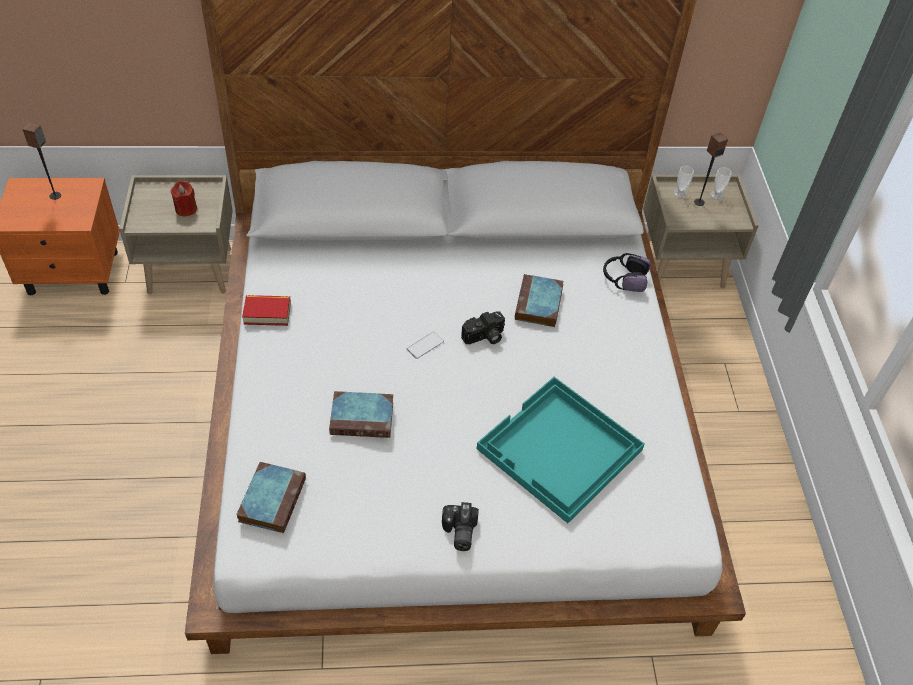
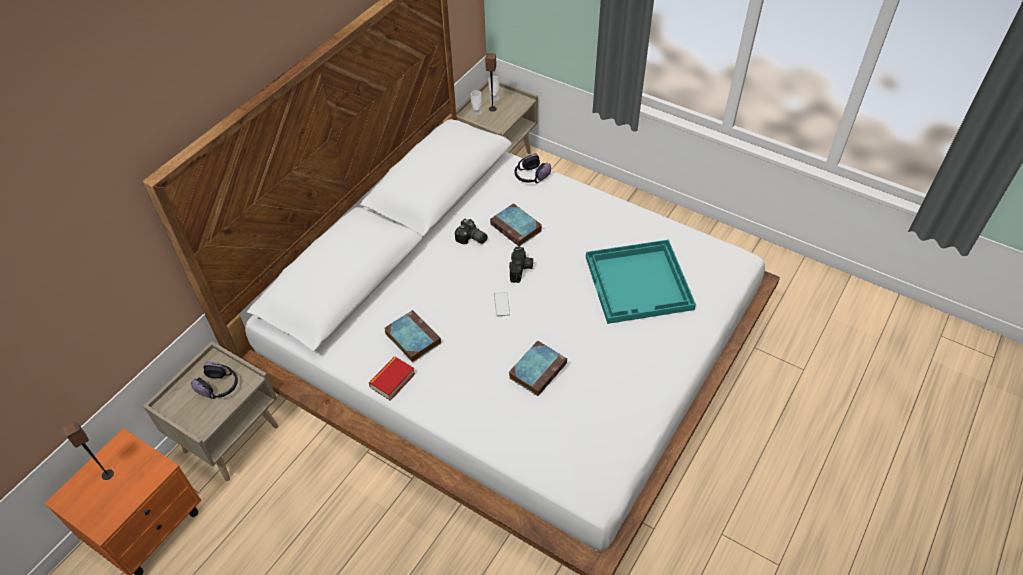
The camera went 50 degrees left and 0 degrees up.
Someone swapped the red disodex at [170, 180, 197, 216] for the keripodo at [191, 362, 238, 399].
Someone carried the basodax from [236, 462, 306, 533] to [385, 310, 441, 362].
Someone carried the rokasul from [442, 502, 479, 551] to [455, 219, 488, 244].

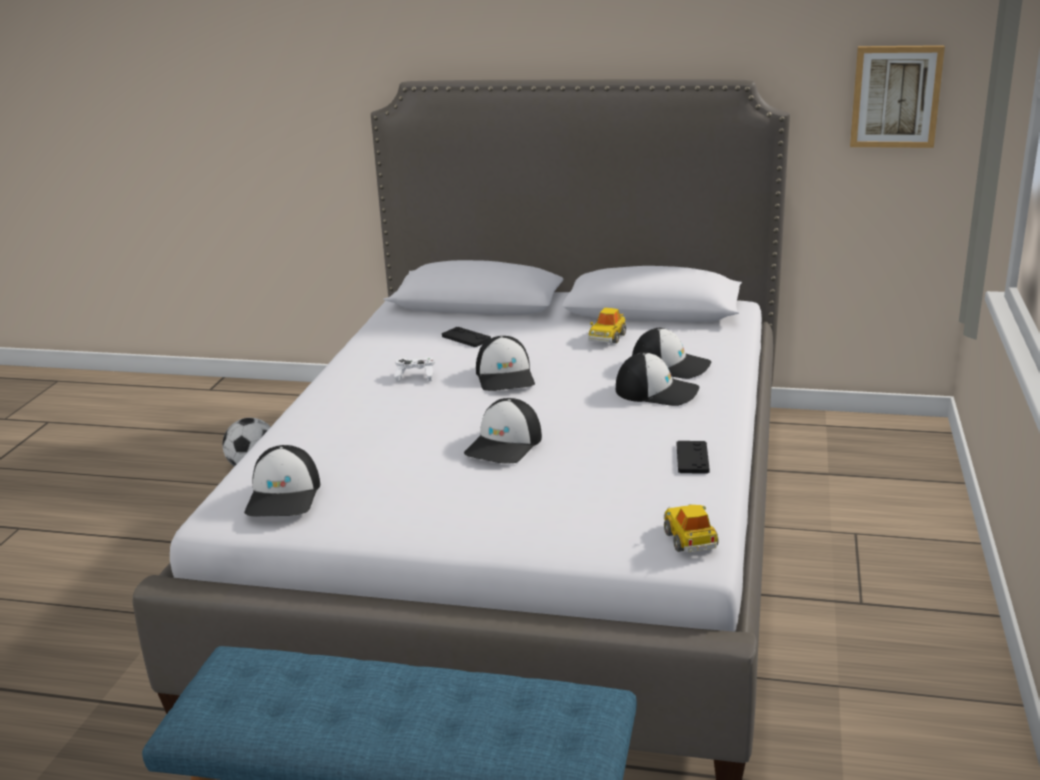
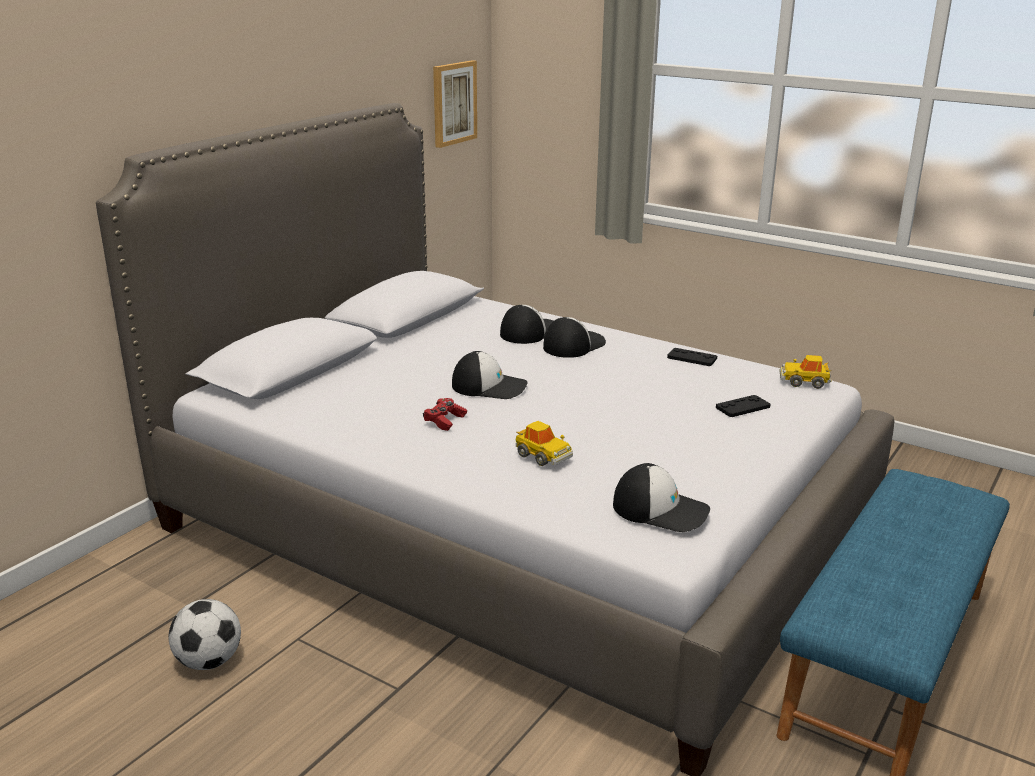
The camera went 70 degrees left and 0 degrees up.
Someone carried the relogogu from [588, 308, 626, 343] to [516, 421, 573, 466].
Someone carried the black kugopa from [442, 327, 491, 347] to [716, 395, 771, 417].
Someone repainted the white kugopa at [394, 357, 435, 382], which became the red kugopa at [423, 398, 467, 431].
Someone took away the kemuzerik at [464, 398, 542, 464].

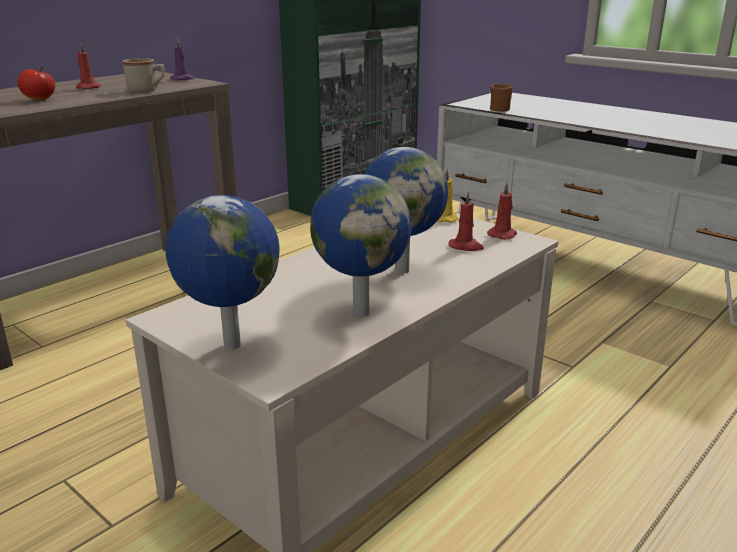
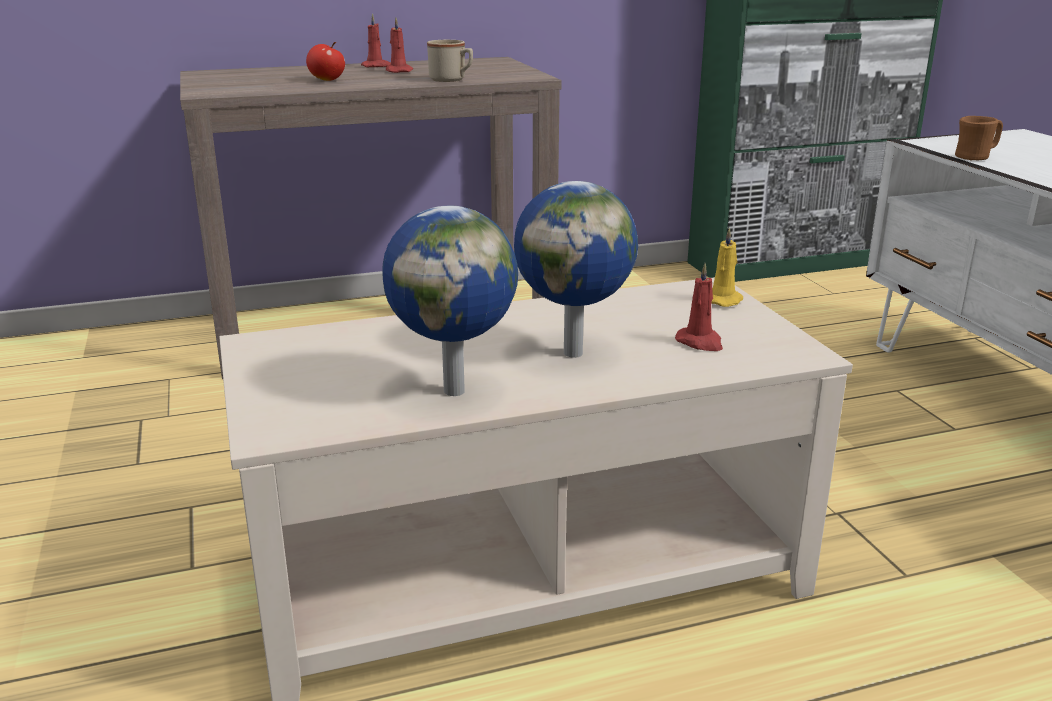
The camera went 30 degrees right and 0 degrees up.
Someone took away the purple disodex at [170, 37, 194, 80].
Someone carried the red disodex from [487, 183, 517, 240] to [361, 13, 391, 67].
Someone took away the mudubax at [166, 195, 280, 350].

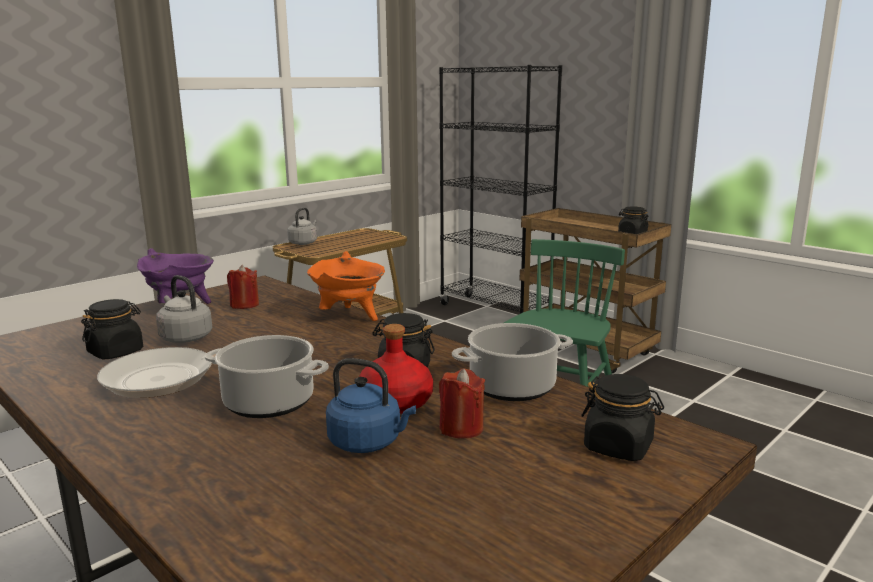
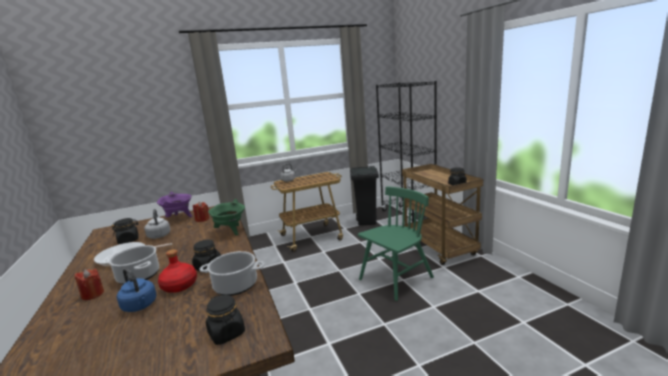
The camera went 25 degrees right and 0 degrees up.
Someone repainted the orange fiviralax at [307, 251, 385, 321], which became the green fiviralax at [208, 199, 245, 236].
Someone carried the red disodex from [439, 369, 485, 438] to [75, 269, 104, 300].
Someone put down the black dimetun at [350, 166, 379, 226].

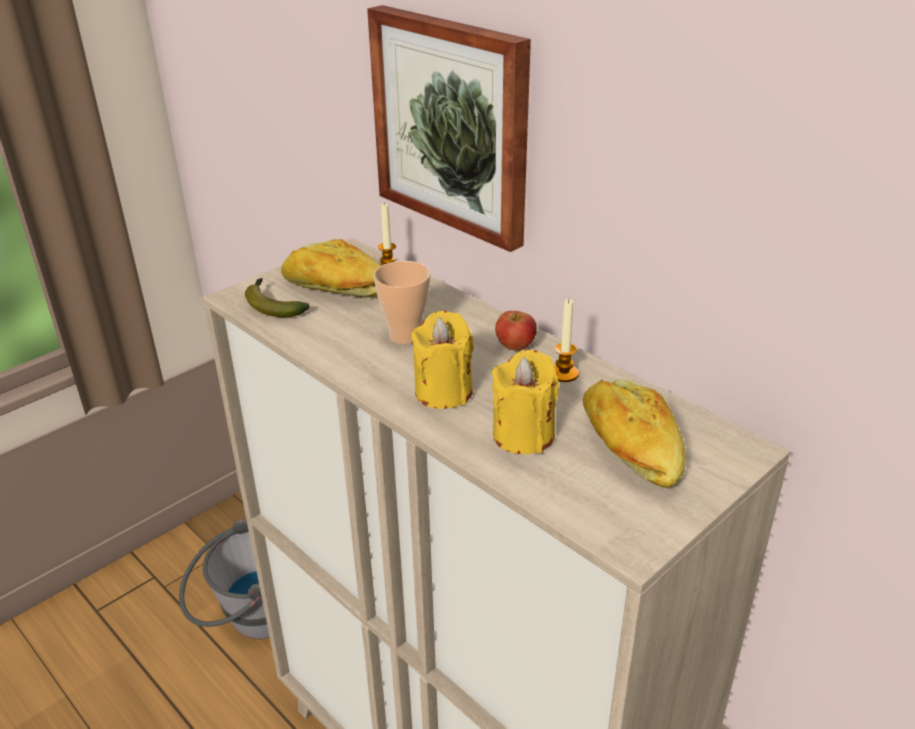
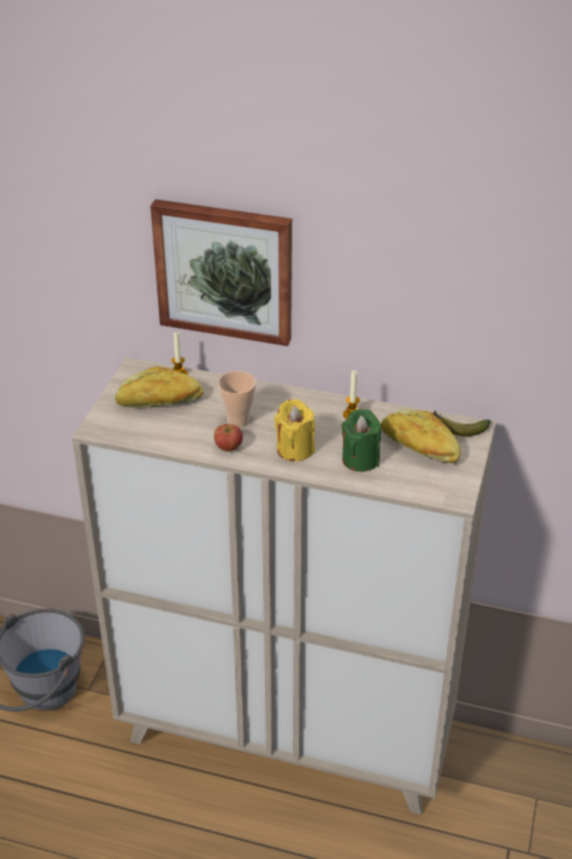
The camera went 30 degrees left and 5 degrees up.
Someone carried the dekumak from [245, 278, 310, 317] to [433, 411, 491, 436].
Someone carried the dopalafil from [495, 311, 537, 351] to [214, 424, 243, 451].
Someone repainted the yellow disodex at [492, 350, 559, 454], which became the green disodex at [342, 409, 381, 472].

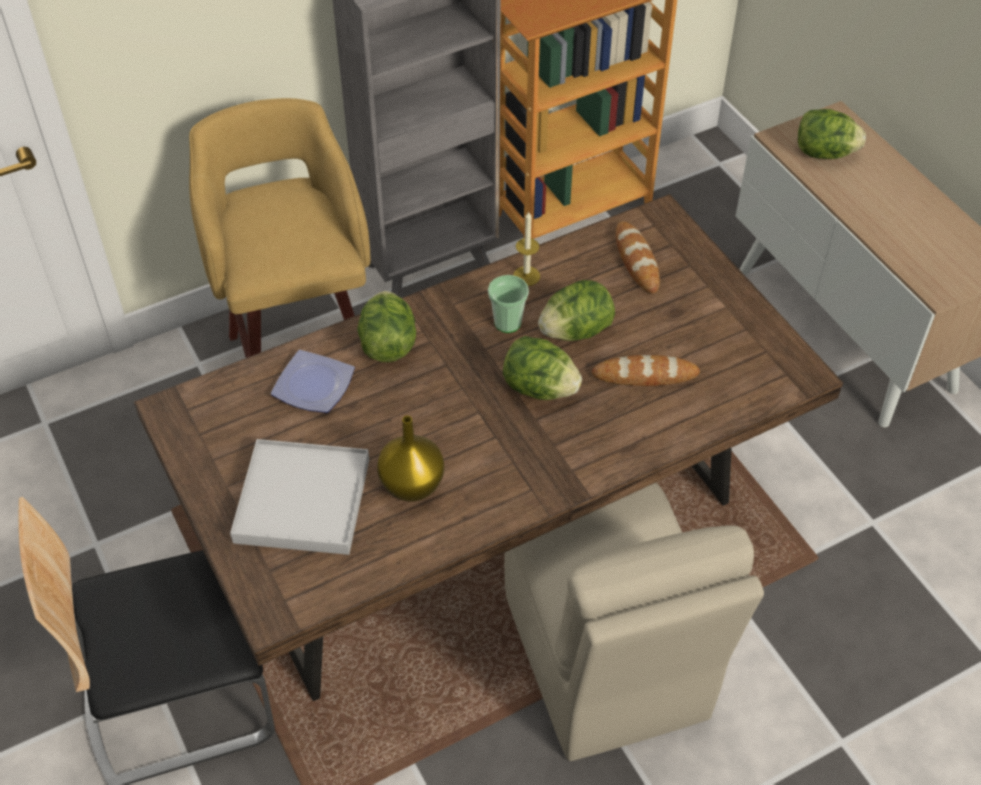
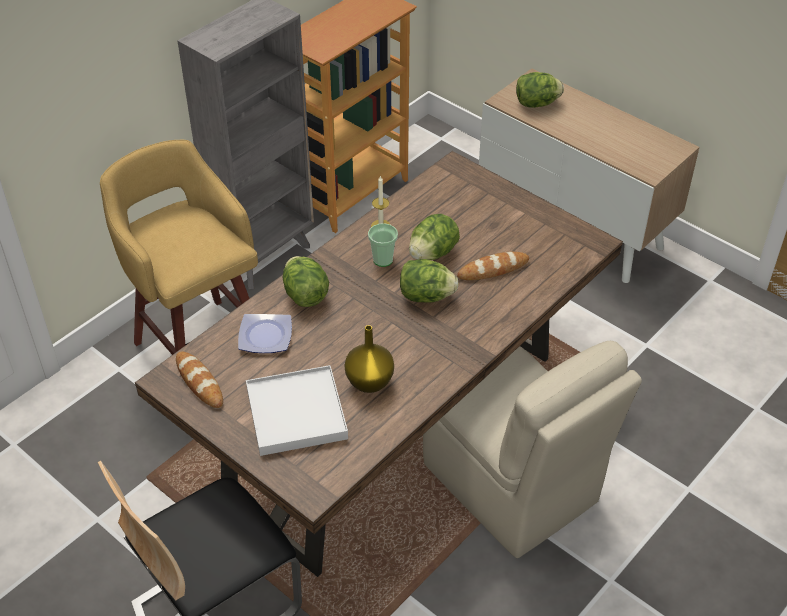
The camera went 20 degrees left and 5 degrees down.
Someone carried the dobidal from [616, 222, 660, 294] to [176, 352, 223, 408].

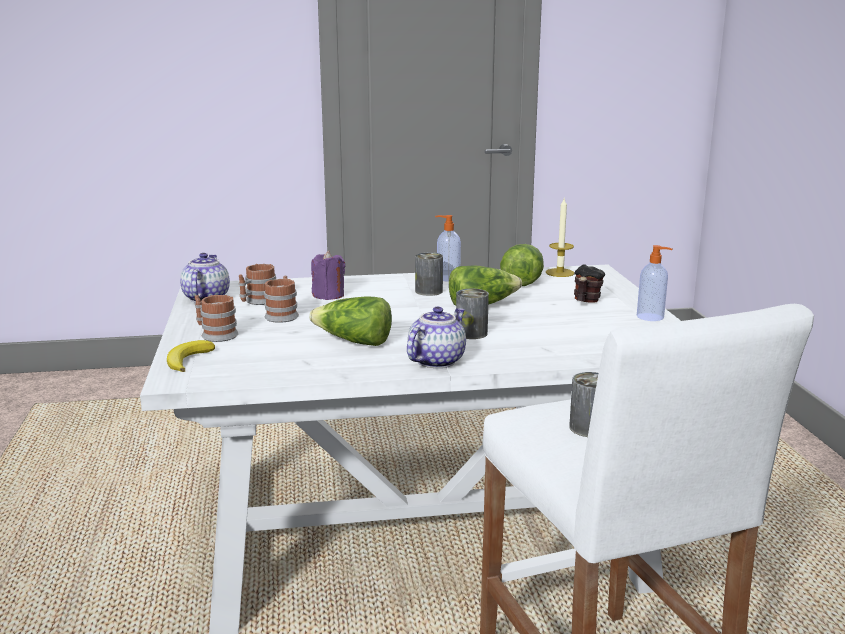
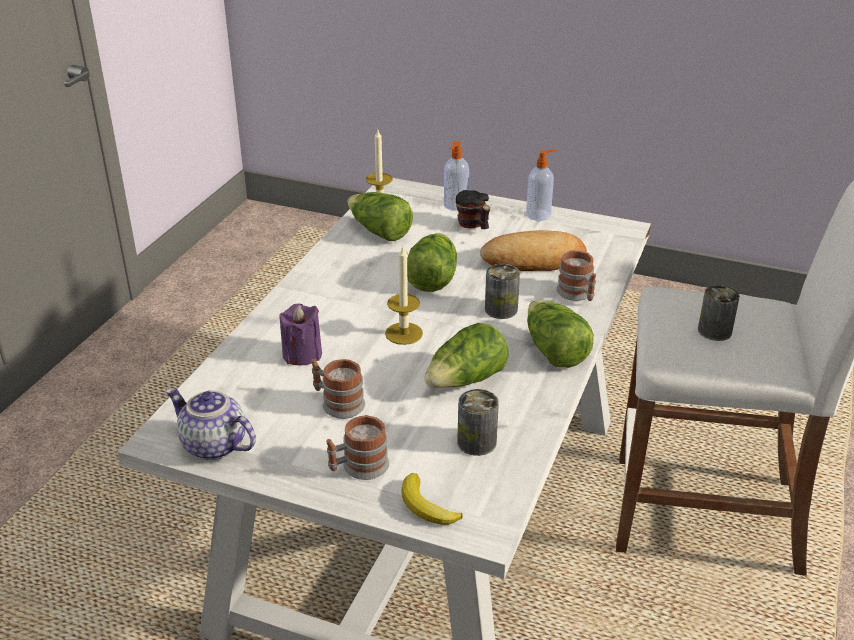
The camera went 60 degrees left and 15 degrees up.
Someone carried the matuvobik from [435, 215, 461, 282] to [444, 141, 469, 211].
Someone carried the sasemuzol from [415, 252, 443, 296] to [457, 389, 499, 456].
Someone carried the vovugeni from [239, 264, 276, 305] to [556, 250, 596, 301].
Someone swapped the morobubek at [407, 307, 466, 368] for the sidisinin at [527, 300, 594, 368].
Someone put down the dobidal at [480, 230, 587, 271].
Someone put down the disodex at [385, 245, 423, 345].

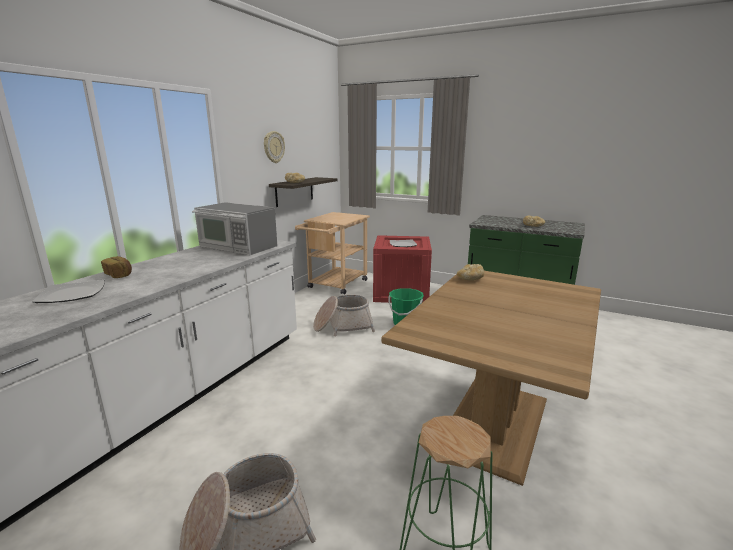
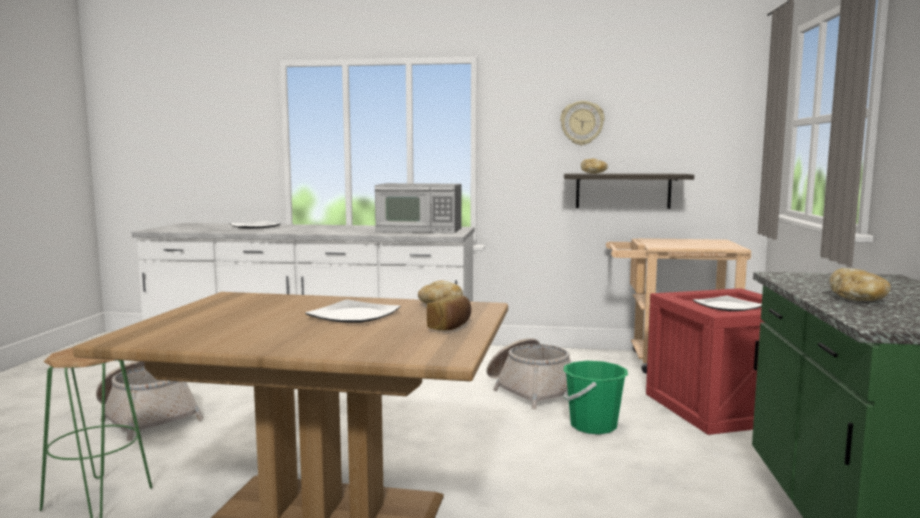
The camera went 70 degrees right and 10 degrees down.
Someone rotated the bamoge at [192, 202, 277, 255] by 90 degrees counterclockwise.
Someone carried the dobidal from [101, 256, 132, 278] to [427, 295, 471, 330].
Someone put down the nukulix at [305, 299, 401, 323].

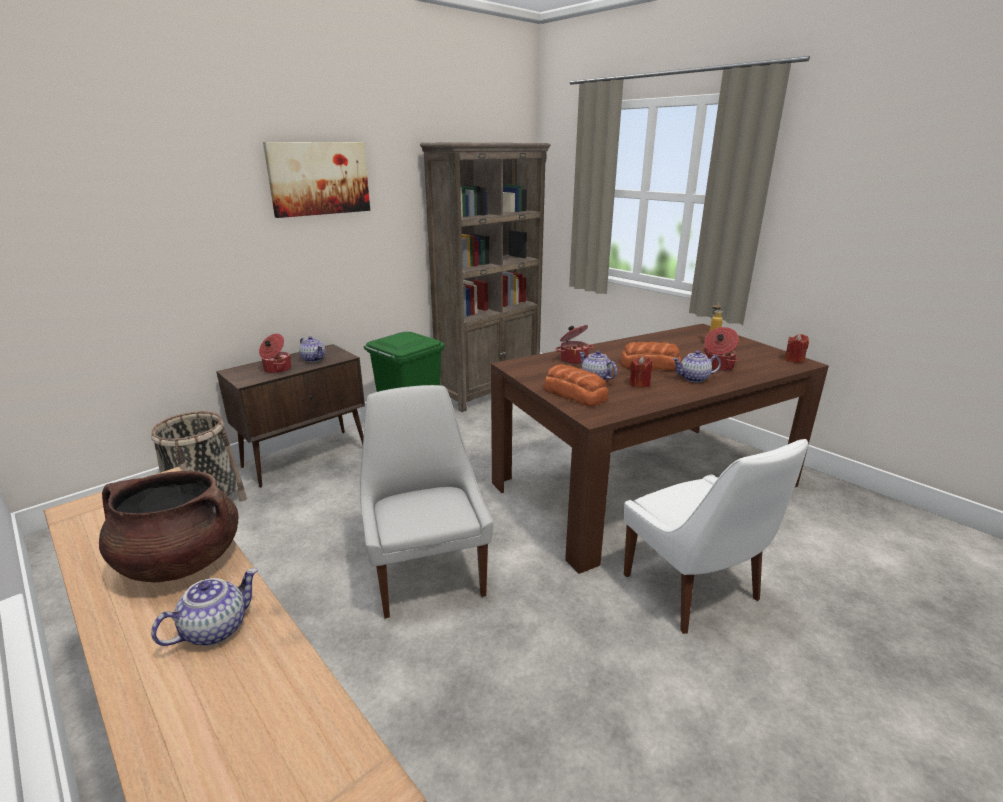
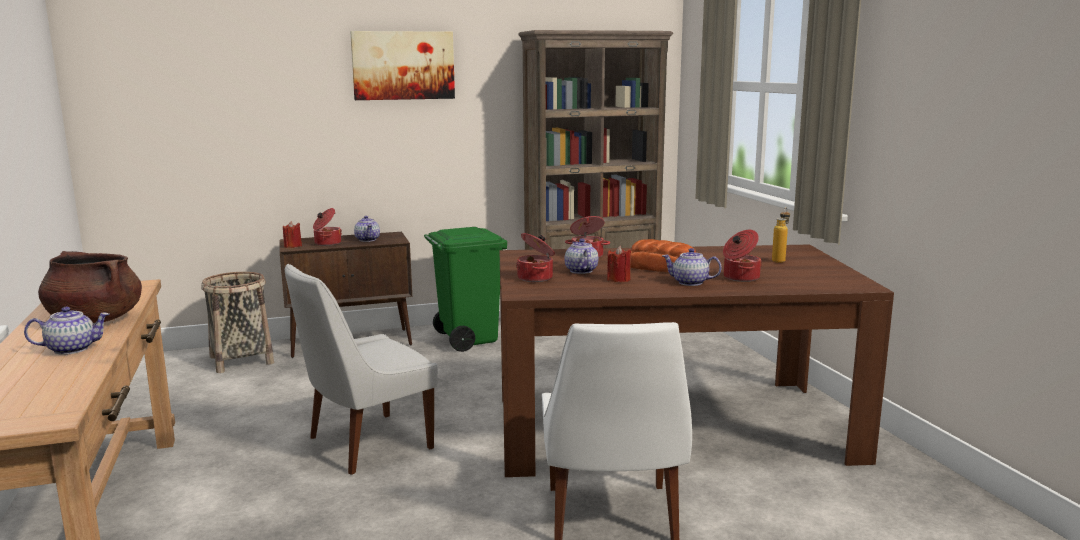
The camera went 25 degrees right and 10 degrees down.
Someone carried the red disodex from [785, 334, 809, 363] to [283, 221, 302, 248].
Someone swapped the dobidal at [543, 364, 609, 406] for the fiviralax at [516, 233, 555, 282].
Someone rotated the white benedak at [360, 385, 493, 618] by 135 degrees counterclockwise.

